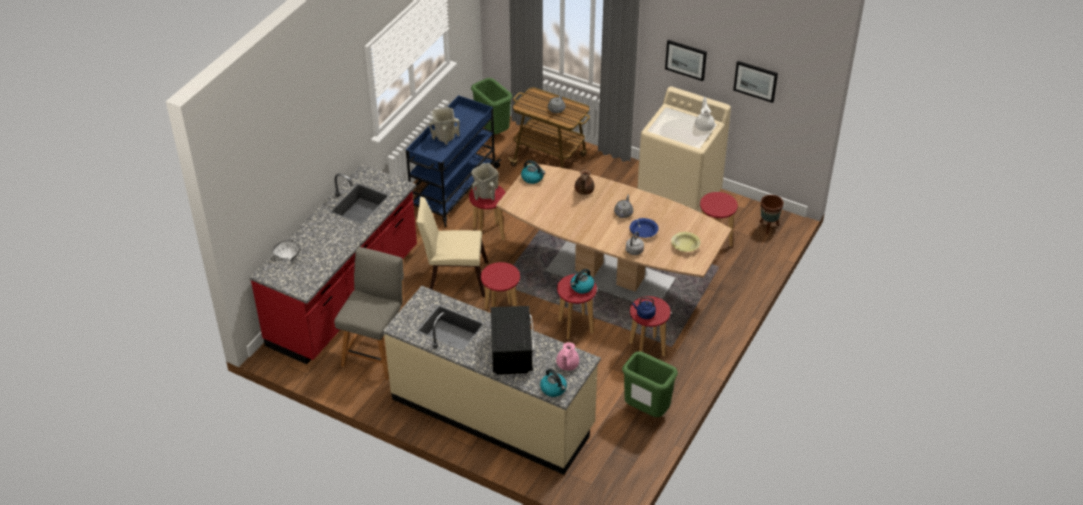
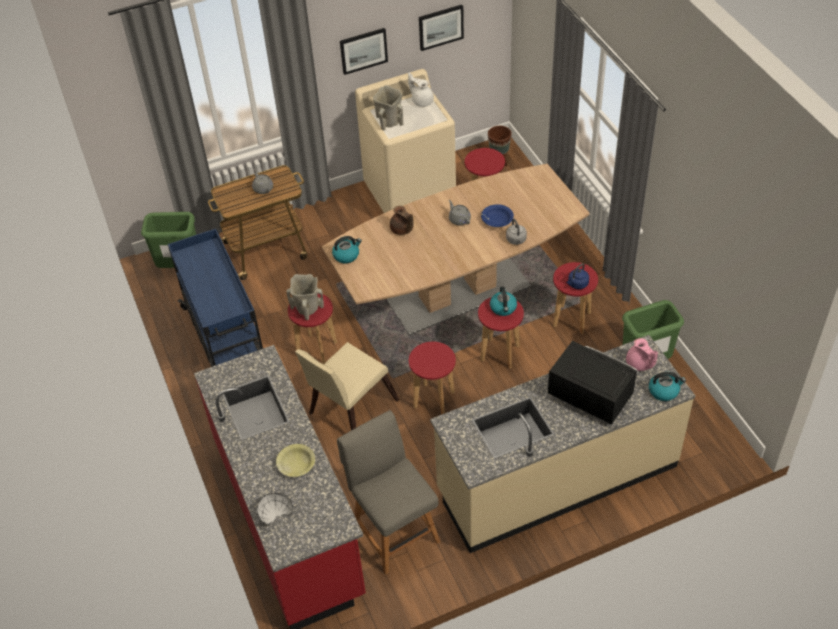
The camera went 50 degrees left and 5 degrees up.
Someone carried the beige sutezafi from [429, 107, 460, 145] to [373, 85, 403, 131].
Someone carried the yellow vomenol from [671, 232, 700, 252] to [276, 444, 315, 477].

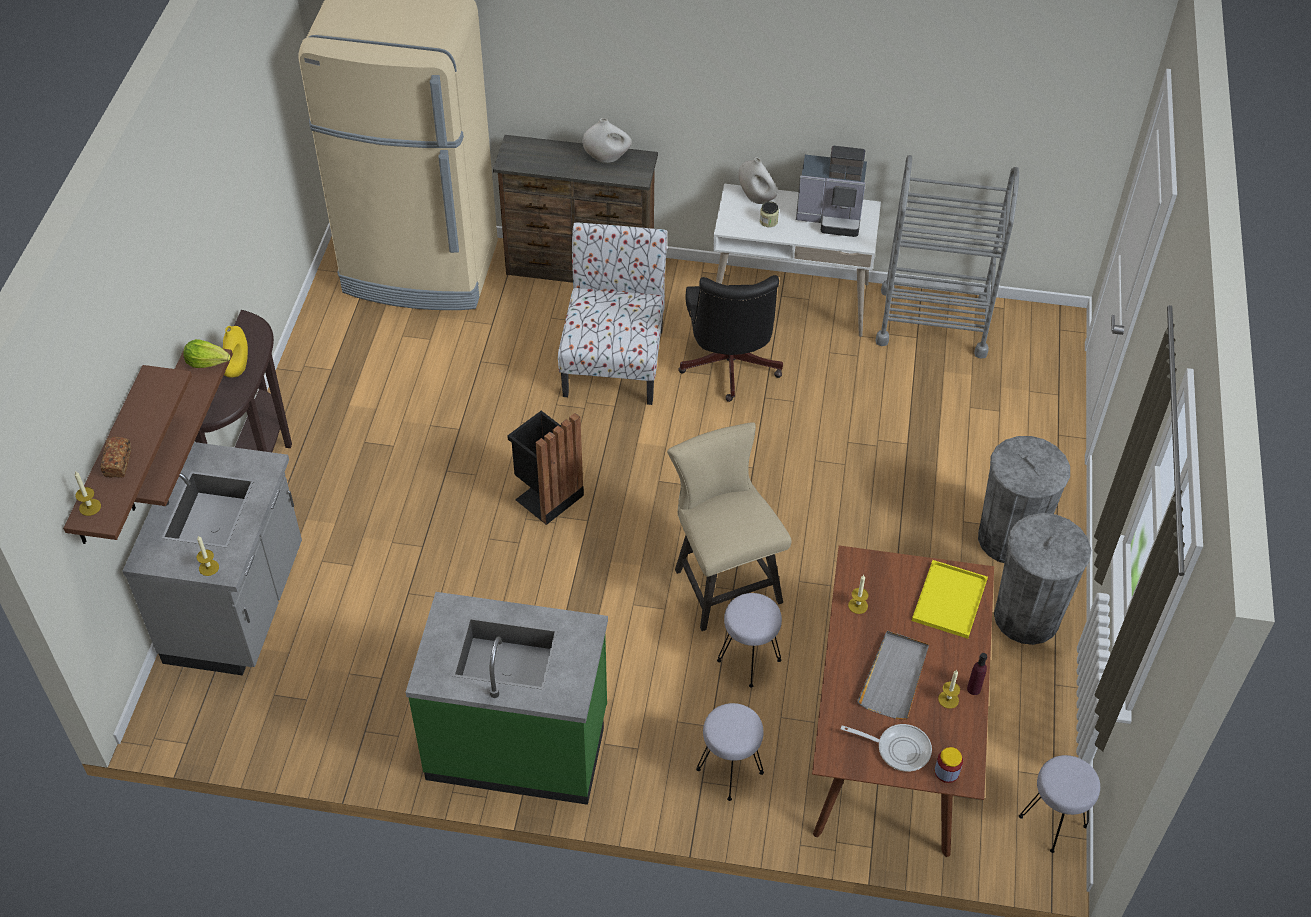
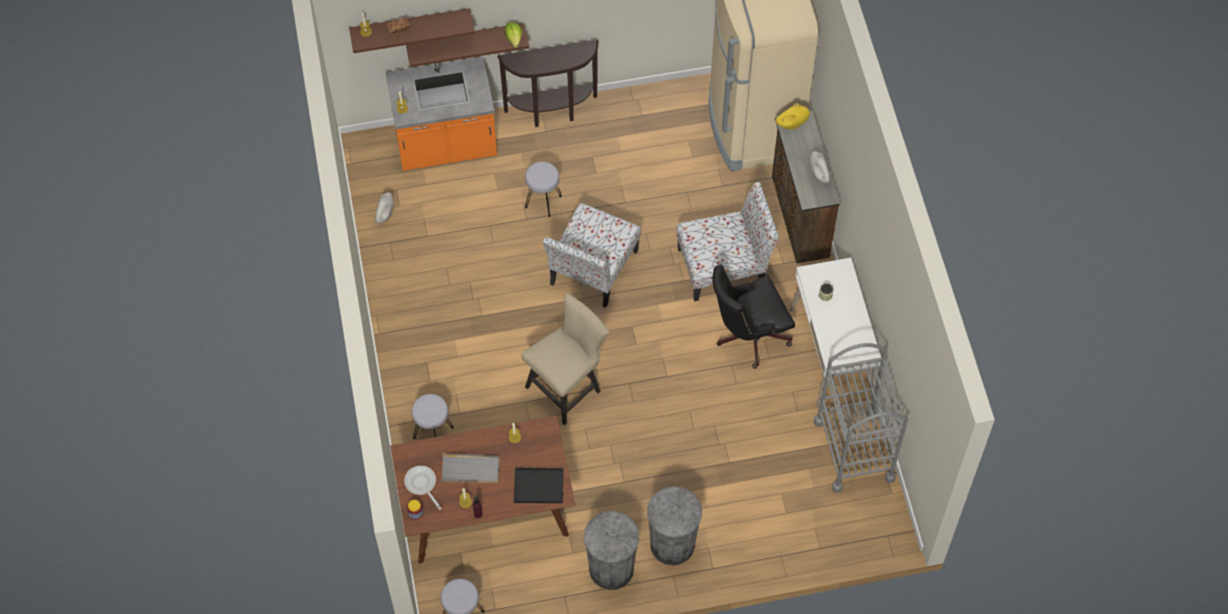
The camera went 70 degrees right and 10 degrees up.
Someone took away the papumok at [796, 146, 867, 237].
Someone carried the white sutezafi from [738, 157, 778, 204] to [375, 192, 394, 224].
Someone carried the yellow sutezafi from [223, 326, 248, 378] to [776, 103, 810, 130].
Someone swapped the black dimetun at [507, 411, 584, 525] for the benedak at [543, 203, 641, 308].
Someone repainted the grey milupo at [123, 442, 302, 676], which became the orange milupo at [385, 56, 497, 171].
Someone repainted the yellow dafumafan at [912, 560, 988, 639], which became the black dafumafan at [514, 468, 564, 503].
Someone took away the green milupo at [406, 592, 608, 805].
Someone carried the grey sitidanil from [717, 593, 782, 687] to [525, 162, 562, 217].
Someone rotated the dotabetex at [841, 724, 932, 772] by 150 degrees clockwise.

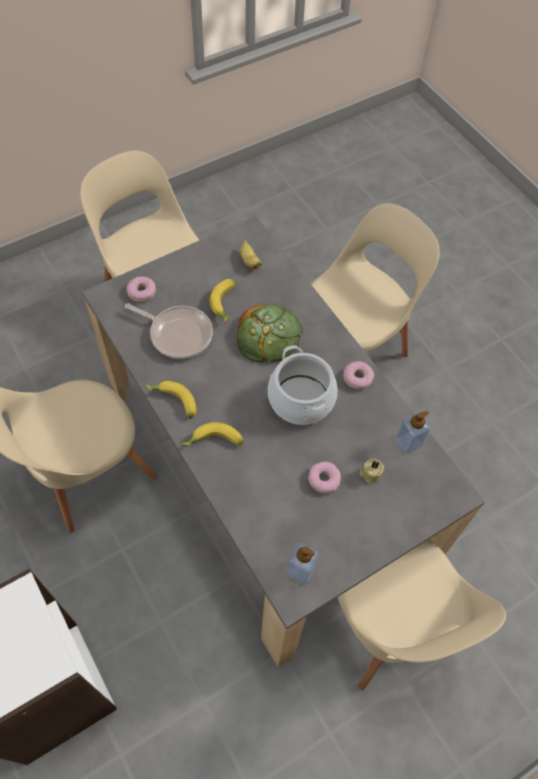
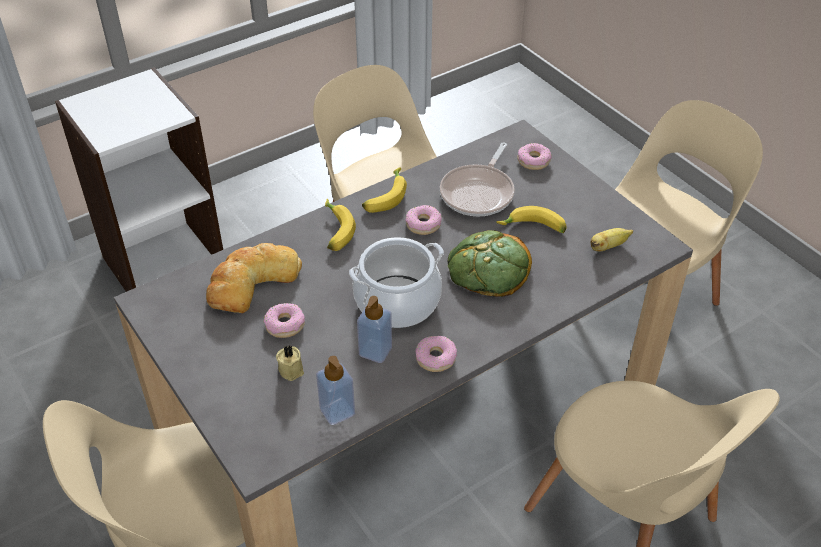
The camera went 90 degrees right and 15 degrees down.
Someone carried the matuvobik from [287, 543, 319, 584] to [357, 296, 392, 363].
Someone put down the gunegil at [405, 205, 442, 235].
Someone put down the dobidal at [206, 243, 302, 313].

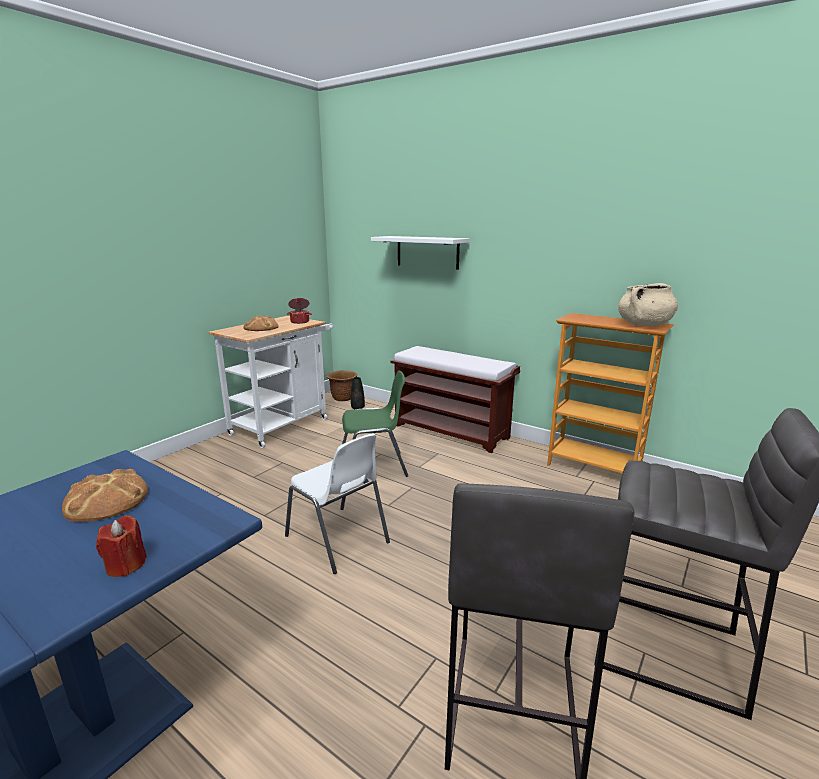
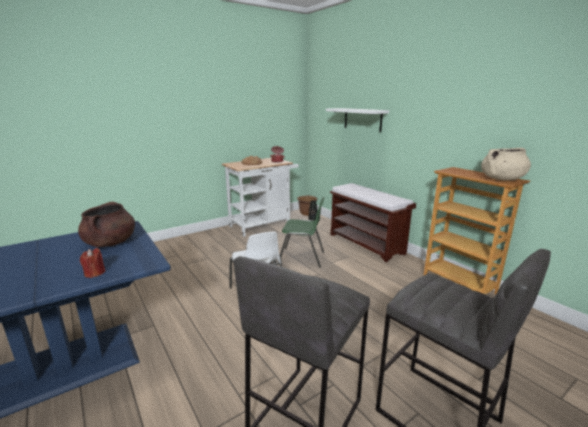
The camera went 20 degrees right and 0 degrees up.
Someone swapped the dobidal at [62, 469, 148, 522] for the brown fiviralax at [78, 202, 135, 247].

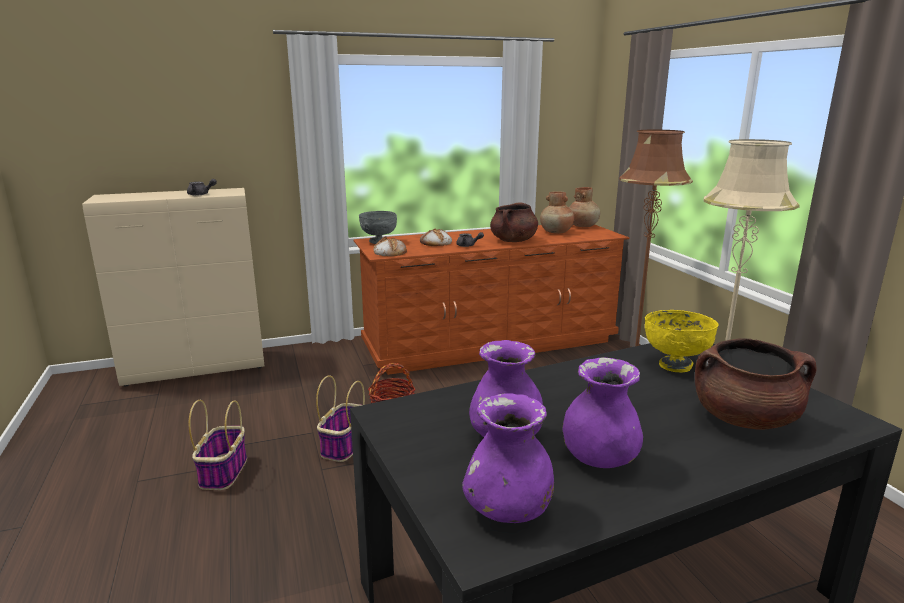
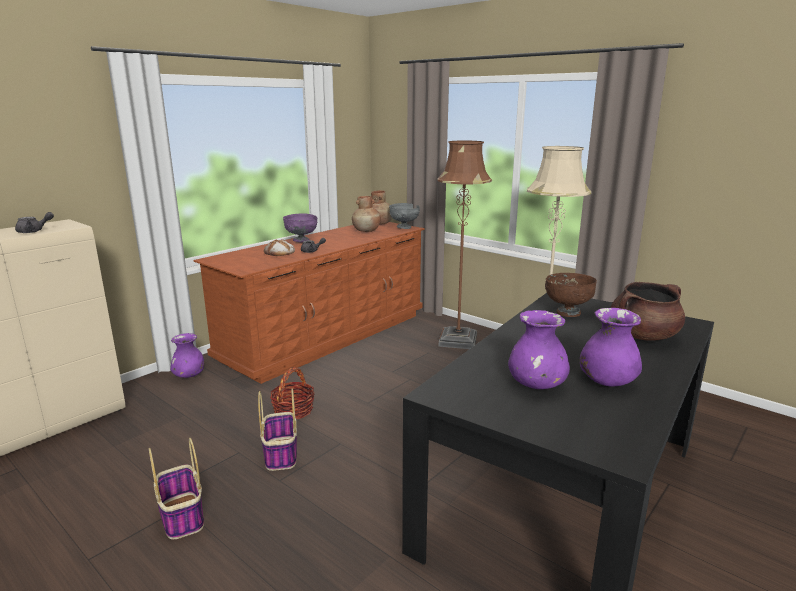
The camera went 30 degrees left and 0 degrees up.
Someone took away the brown fiviralax at [490, 203, 538, 242].
Someone carried the grey vomenol from [359, 211, 397, 244] to [389, 203, 420, 229].
Someone took away the dobidal at [373, 236, 407, 256].
Someone repainted the yellow vomenol at [645, 310, 719, 372], which became the brown vomenol at [545, 273, 597, 317].
Someone carried the purple sutezafi from [462, 393, 554, 523] to [170, 333, 205, 378].
Someone put down the purple vomenol at [283, 213, 318, 242].

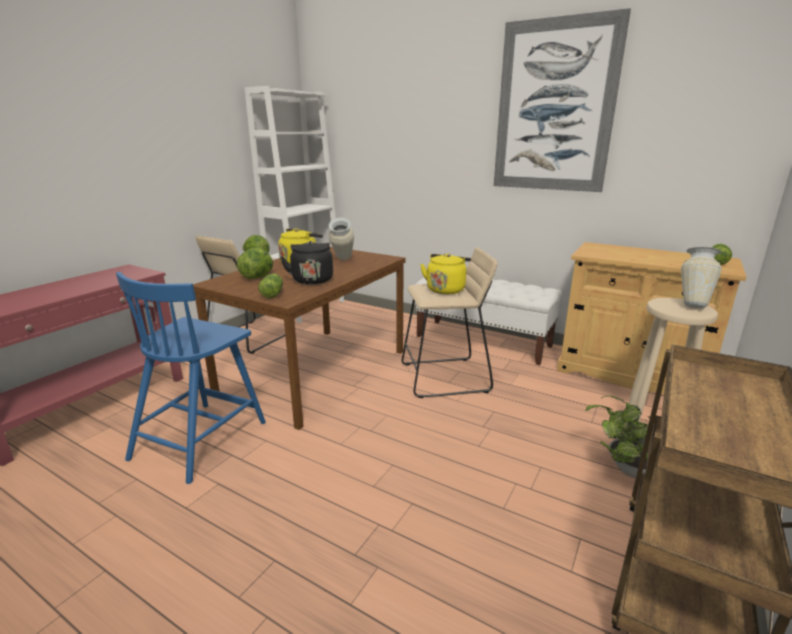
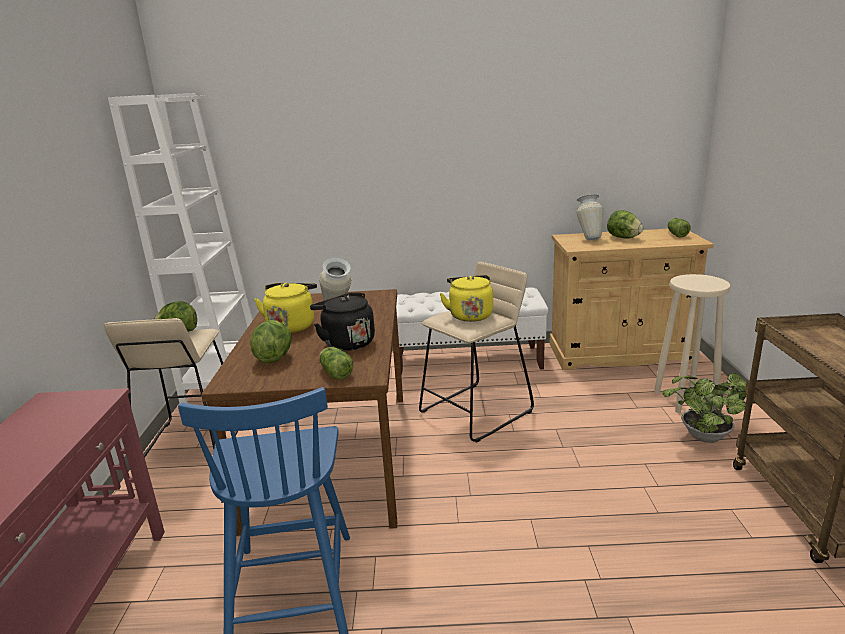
The camera went 30 degrees left and 0 degrees up.
Someone took away the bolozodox at [494, 8, 631, 192].
Someone carried the sutezafi from [681, 247, 722, 308] to [576, 194, 603, 240].
Someone put down the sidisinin at [607, 210, 643, 239].

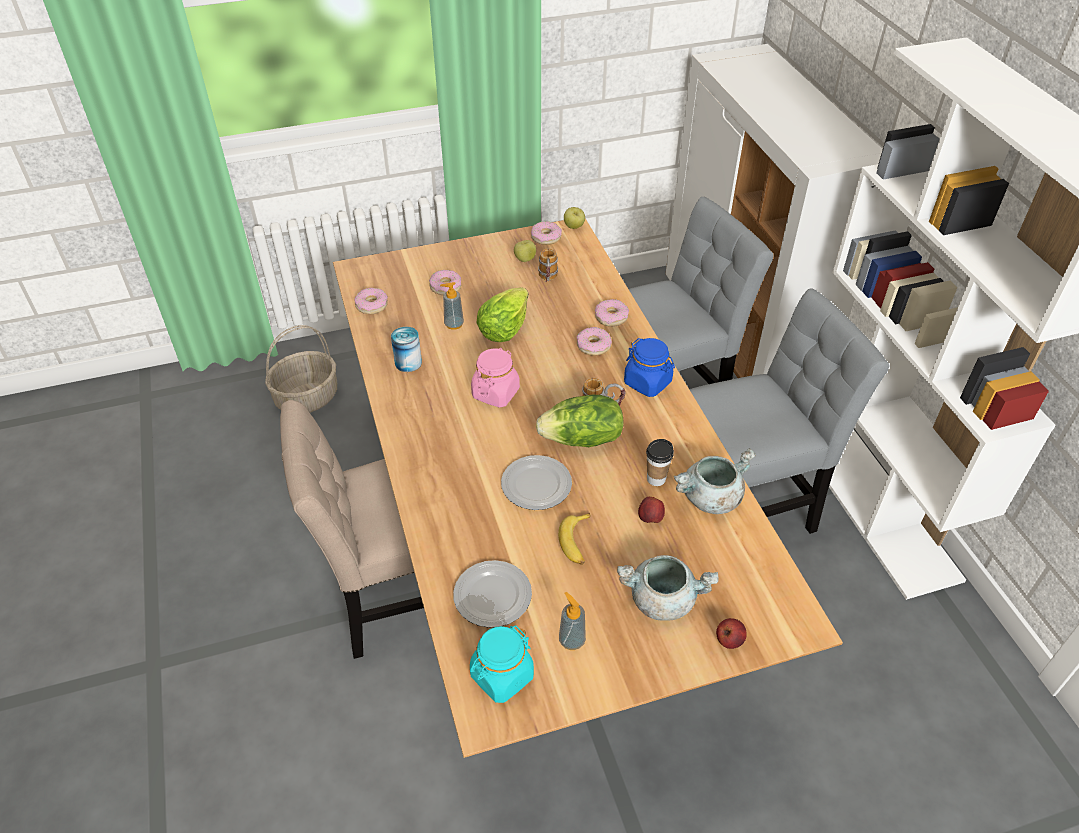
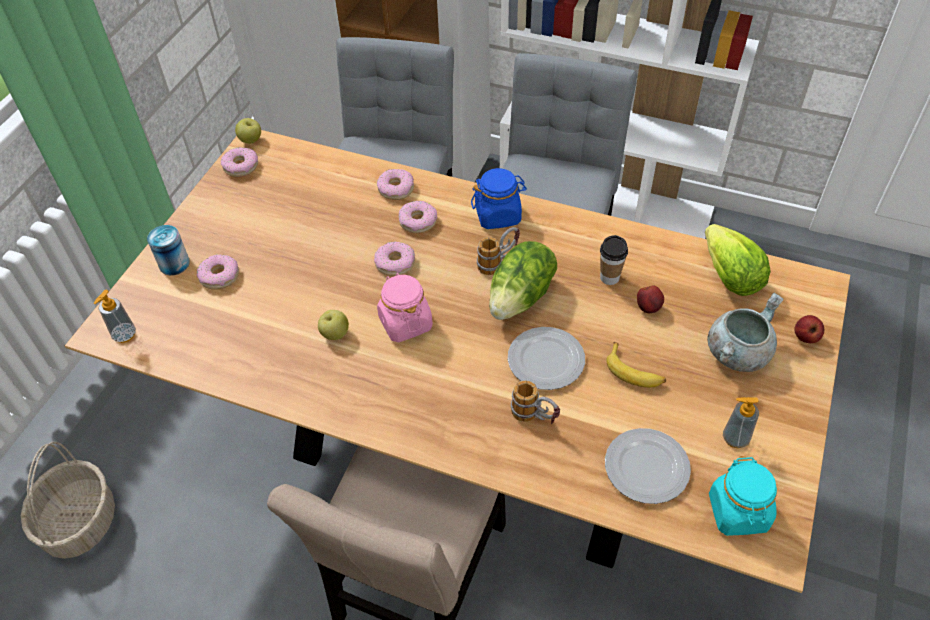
The camera went 50 degrees left and 5 degrees up.
Someone carried the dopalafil from [514, 240, 536, 262] to [318, 310, 349, 340].
Someone carried the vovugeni from [538, 249, 558, 282] to [511, 381, 560, 424].
Someone carried the matuvobik from [440, 282, 464, 330] to [94, 290, 136, 343].
Someone carried the gunegil from [354, 288, 388, 314] to [374, 242, 415, 276].
Someone carried the sidisinin from [477, 288, 529, 342] to [705, 224, 771, 296].
Someone carried the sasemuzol from [391, 327, 422, 372] to [147, 225, 190, 275].
Someone took away the grey fiviralax at [674, 448, 756, 514].

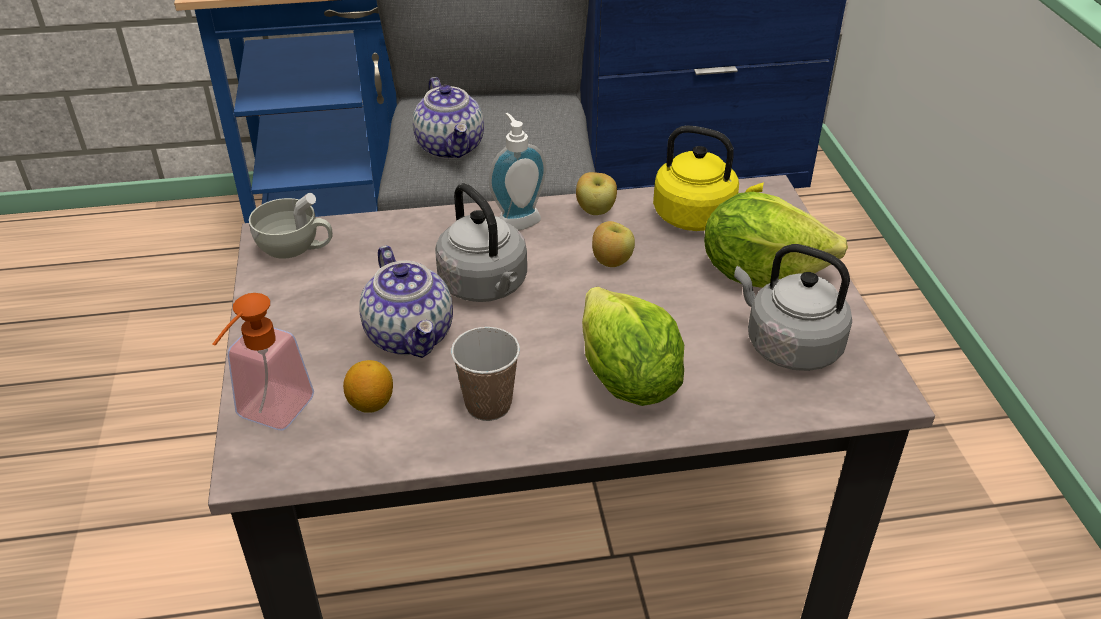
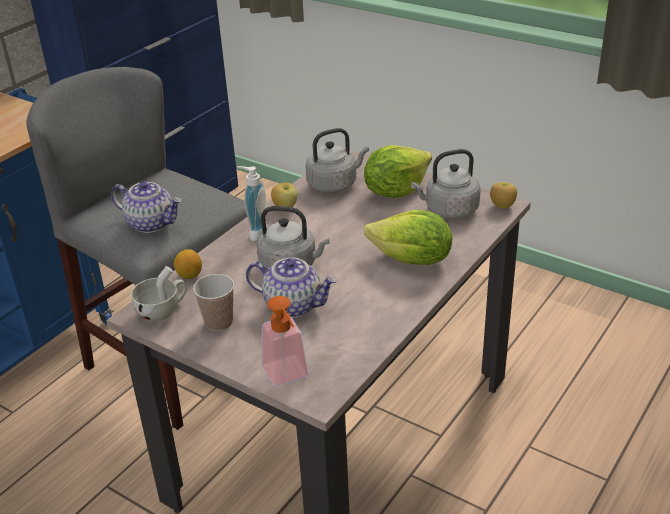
The camera went 45 degrees left and 5 degrees down.
Someone repainted the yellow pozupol at [653, 125, 764, 231], which became the grey pozupol at [306, 128, 369, 193].
Someone carried the dopalafil from [592, 221, 635, 267] to [490, 182, 517, 209].
Someone carried the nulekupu from [451, 327, 520, 421] to [193, 274, 234, 331].
Someone carried the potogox from [343, 360, 393, 413] to [174, 249, 202, 279].

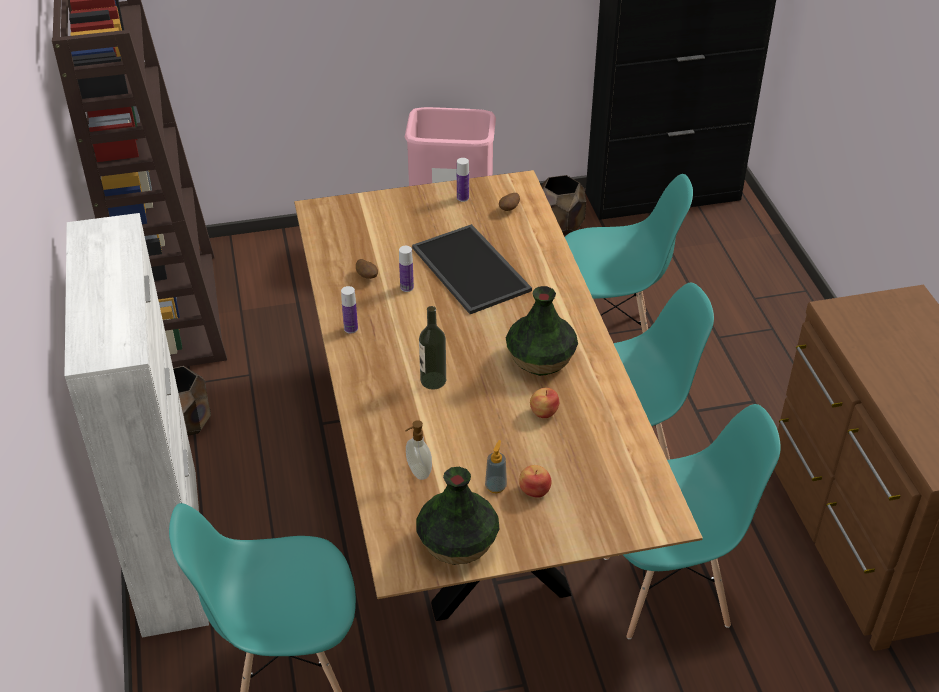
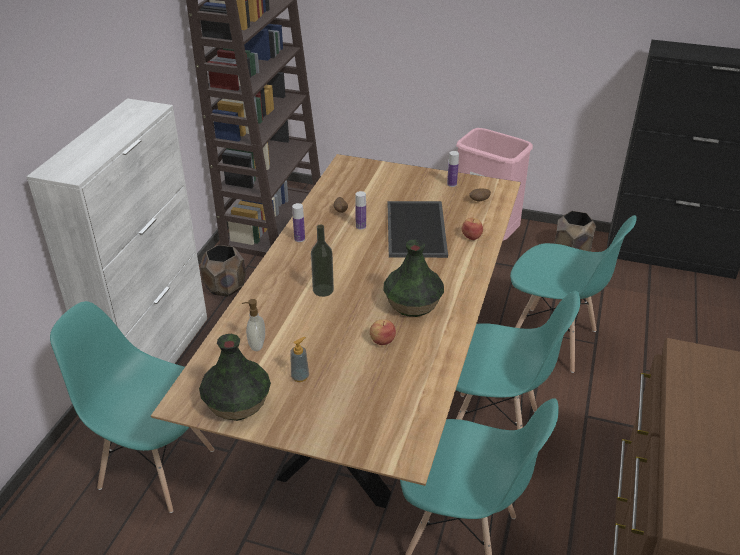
The camera went 30 degrees right and 5 degrees down.
Someone carried the dopalafil from [519, 465, 552, 498] to [462, 218, 483, 240].

